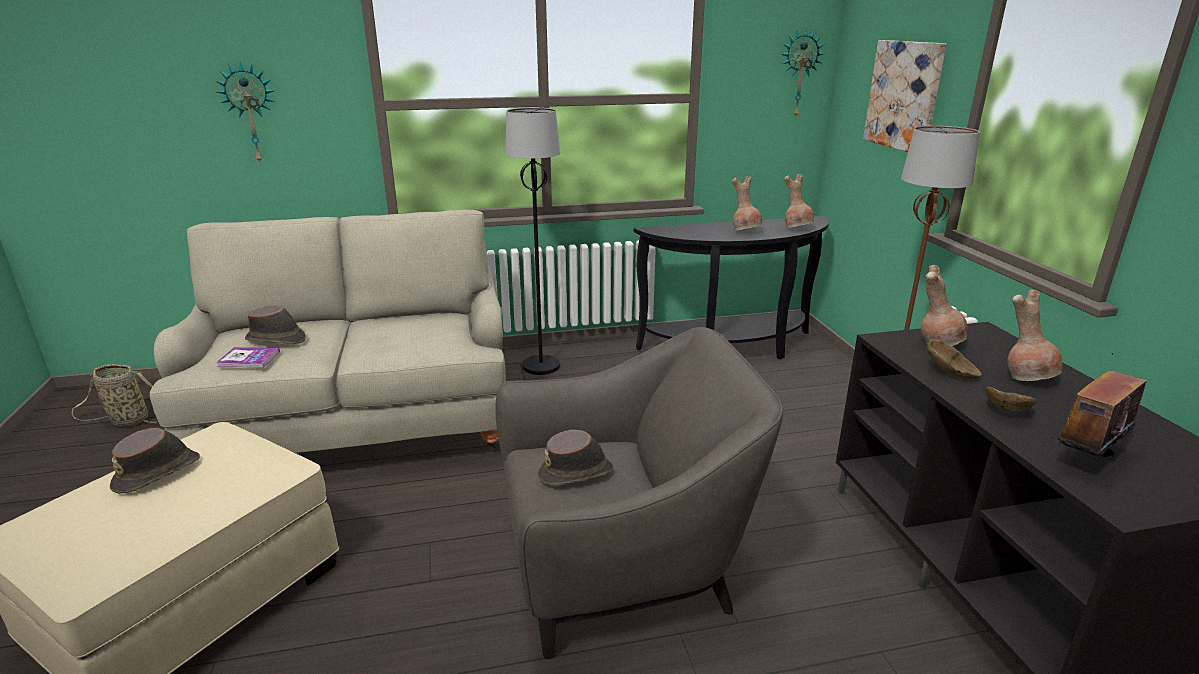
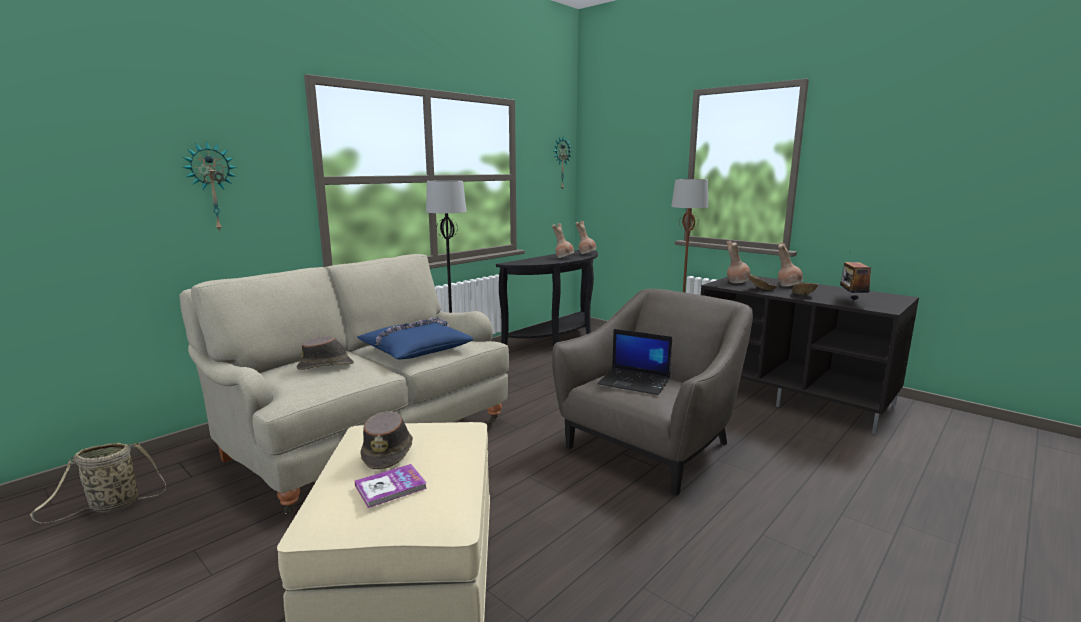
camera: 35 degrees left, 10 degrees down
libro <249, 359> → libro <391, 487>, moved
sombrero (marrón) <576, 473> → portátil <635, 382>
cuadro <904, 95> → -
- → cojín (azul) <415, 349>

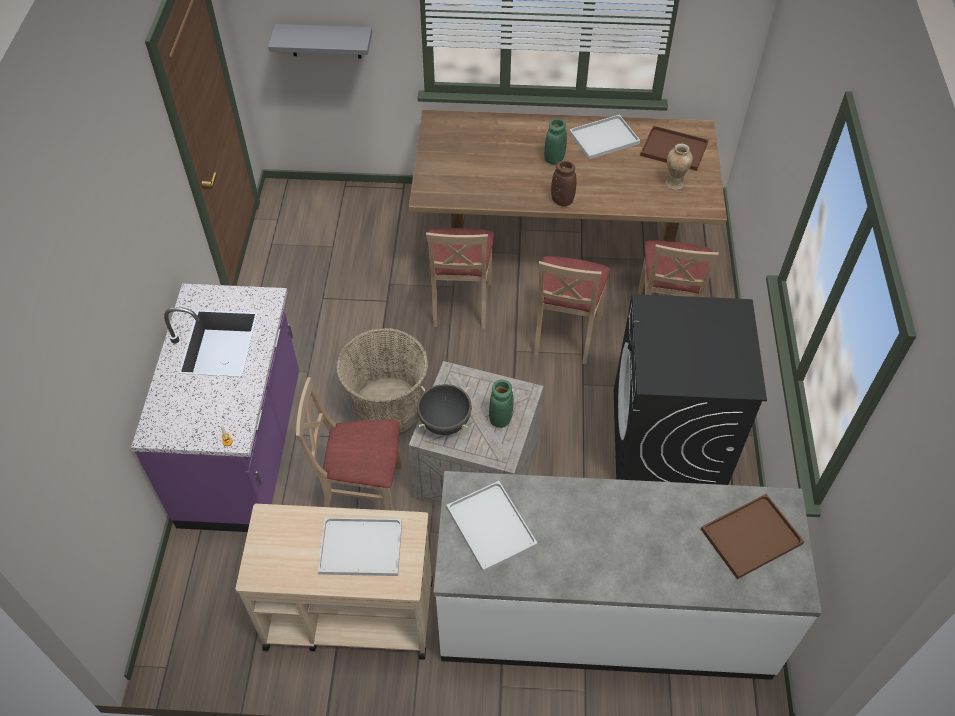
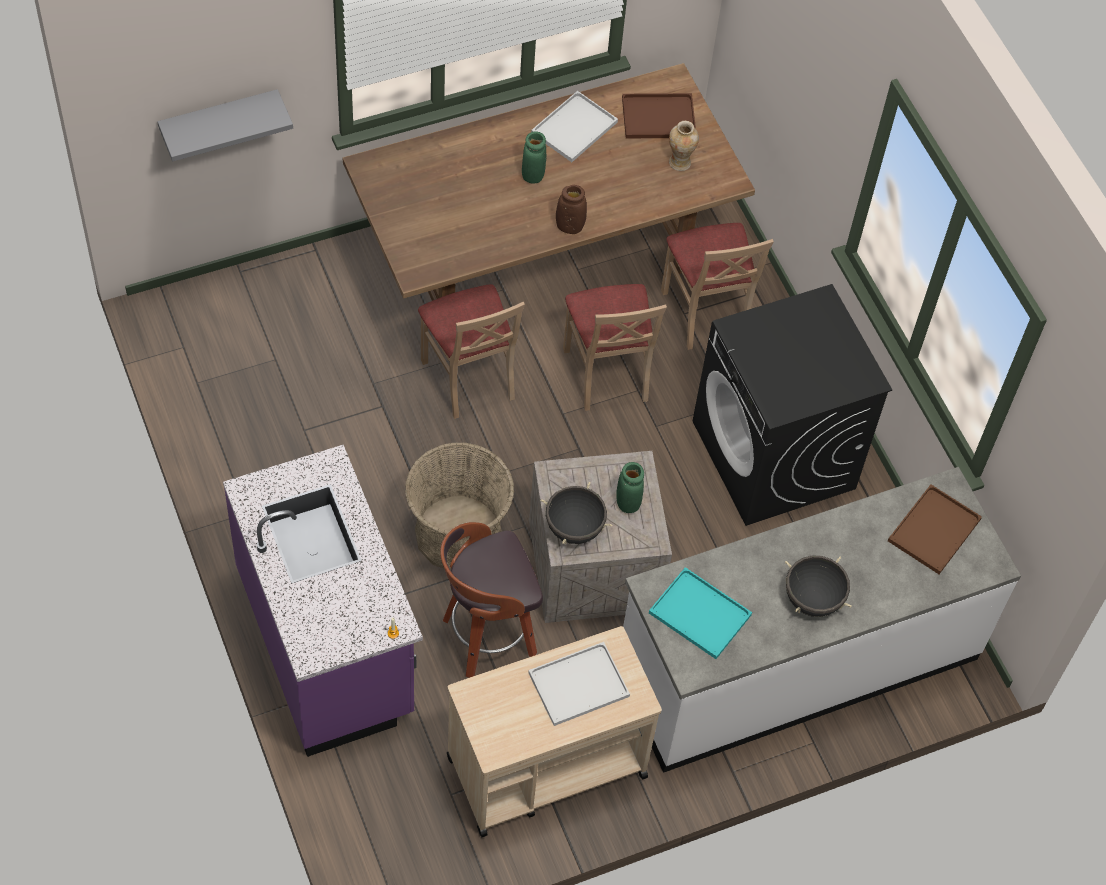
camera: 30 degrees left, 5 degrees up
silla (beis) <362, 493> → taburete <486, 638>
bandeja (blanco) <493, 527> → bandeja (turquesa) <702, 614>
- → olla (negro) <812, 599>

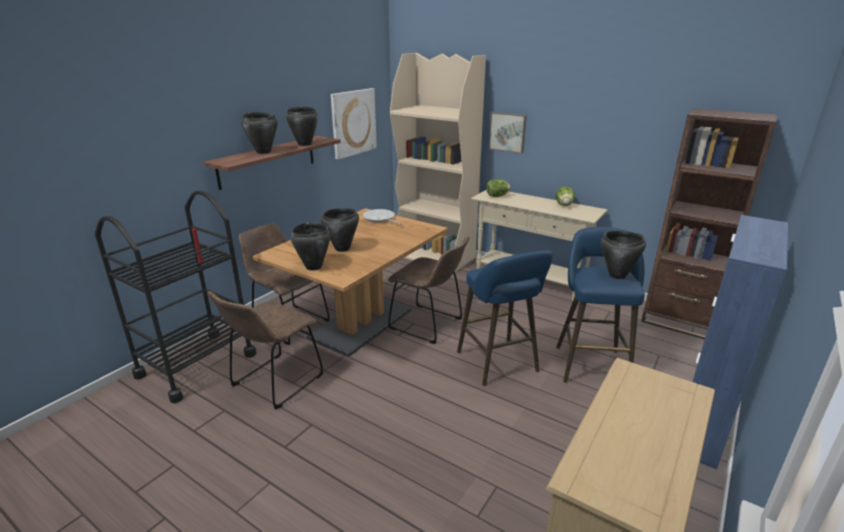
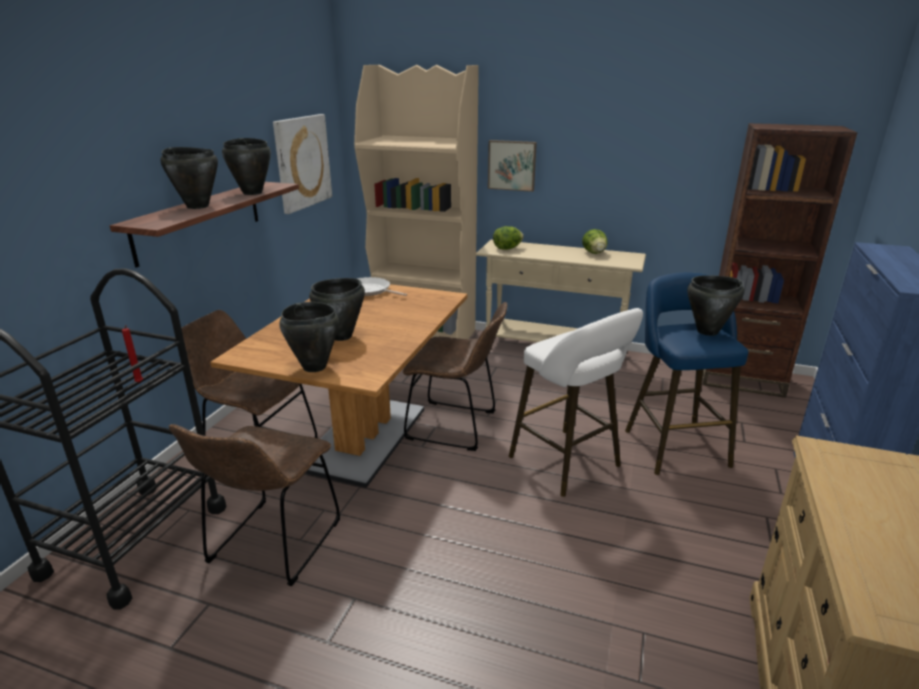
camera: 15 degrees left, 0 degrees up
taburete (azul) <499, 364> → taburete (blanco) <568, 464>

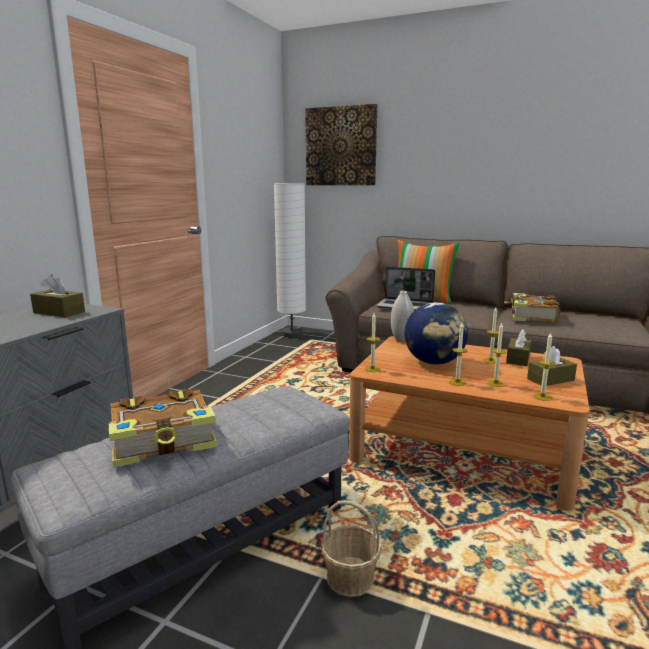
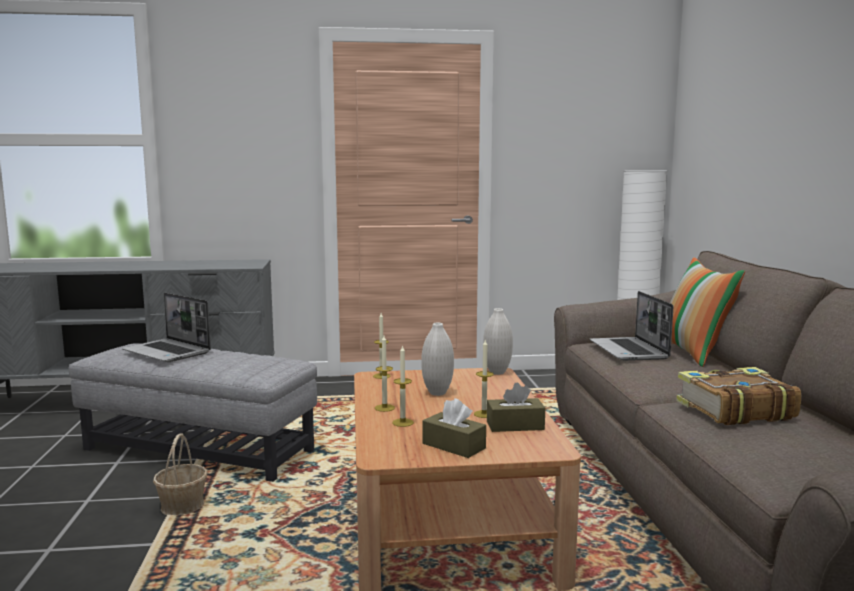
camera: 60 degrees right, 5 degrees down
caja de pañuelos (marrón) <59, 312> → -
libro <164, 440> → portátil <168, 352>
cuadro <341, 146> → -
globo terráqueo <434, 362> → florero (blanco) <437, 393>
vela <542, 397> → -

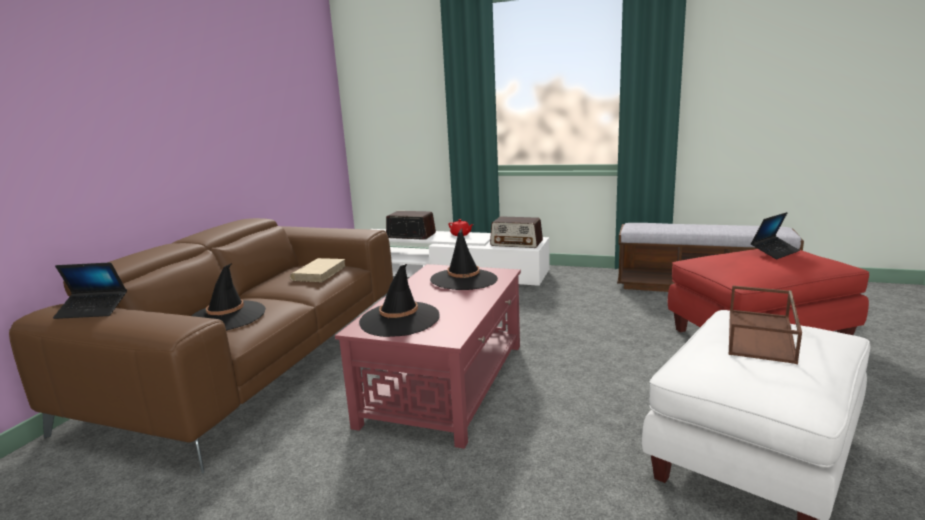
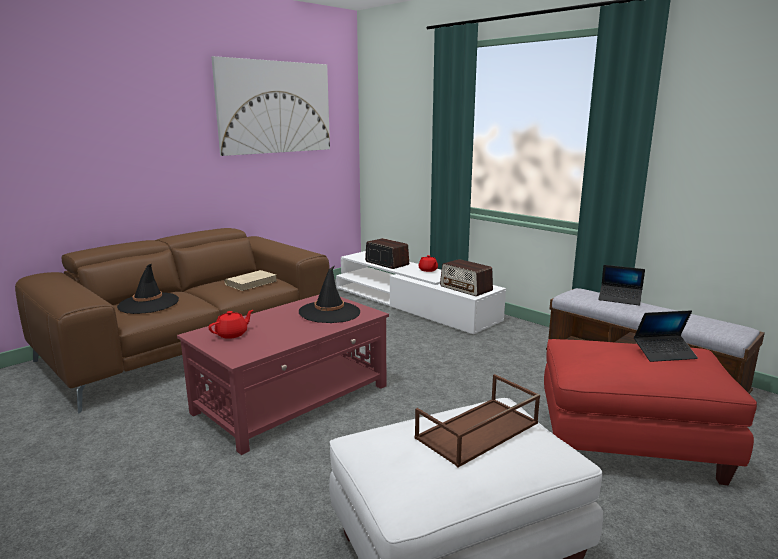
camera: 25 degrees right, 0 degrees up
portátil <93, 310> → portátil <620, 299>, moved
sombrero (negro) <399, 319> → tetera (rojo) <232, 334>
- → cuadro <275, 107>

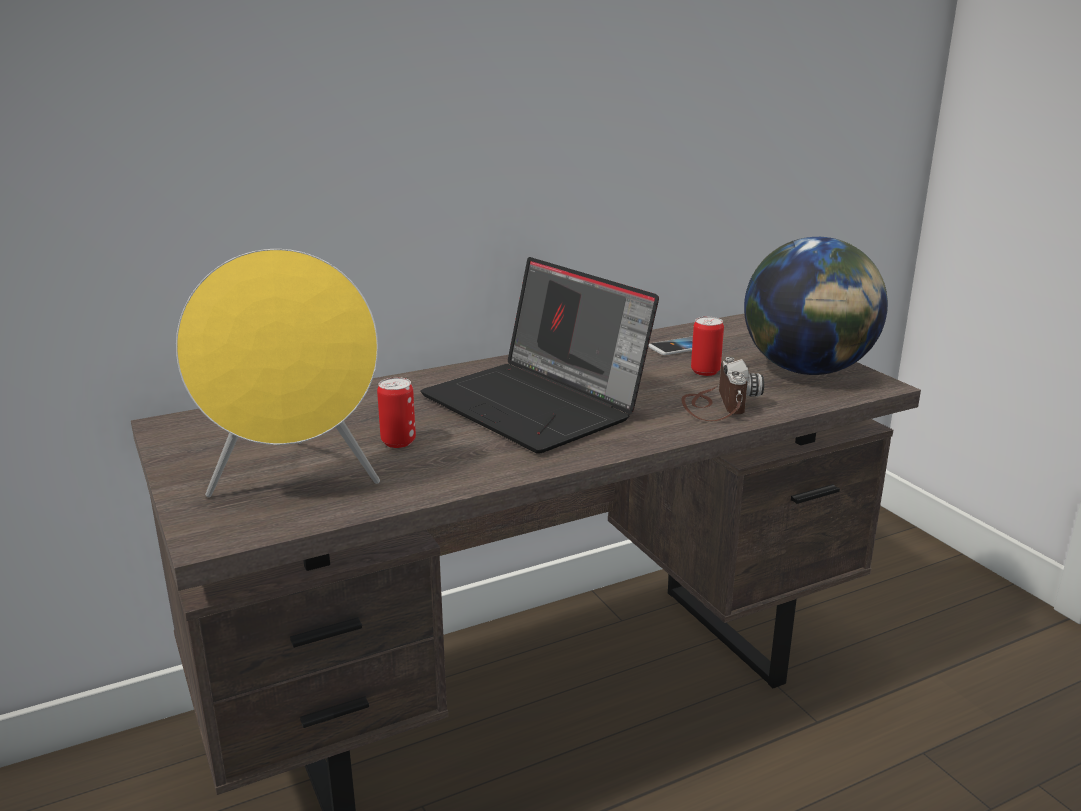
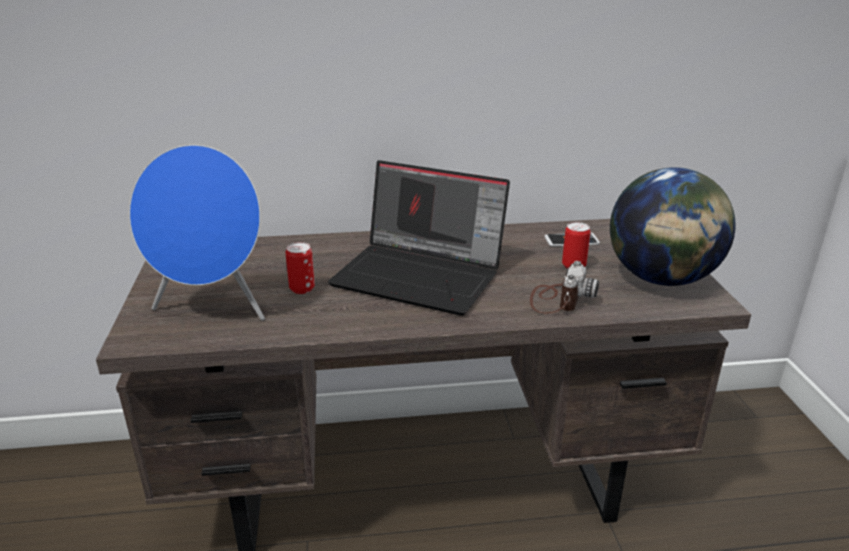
camera: 20 degrees right, 5 degrees up
altavoz (amarillo) <296, 481> → altavoz (azul) <214, 308>
portátil <538, 405> → portátil <421, 275>, 45 degrees counterclockwise

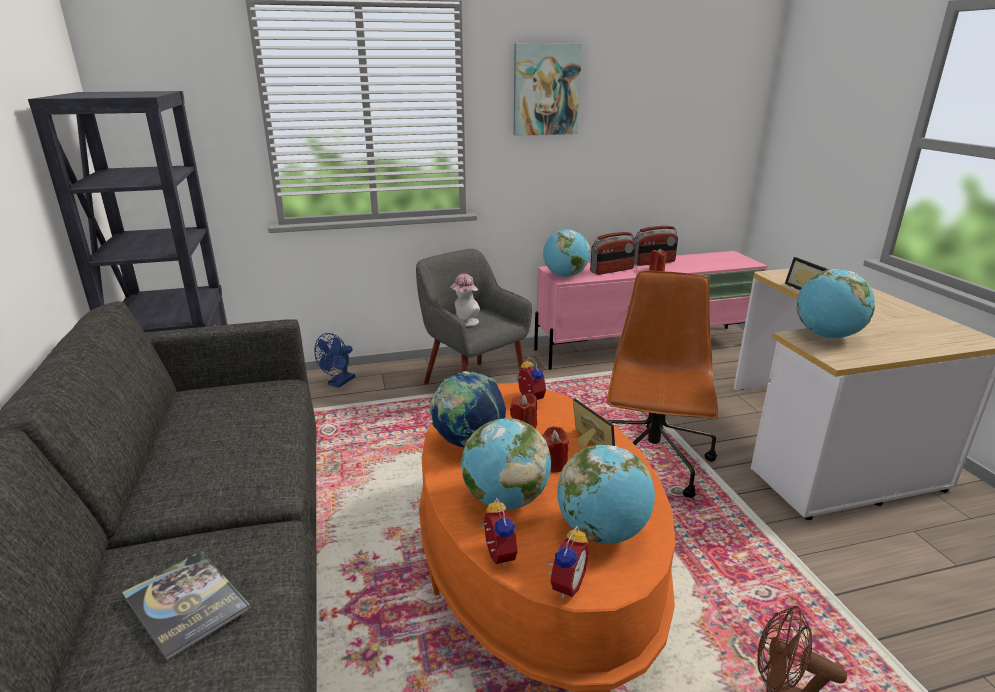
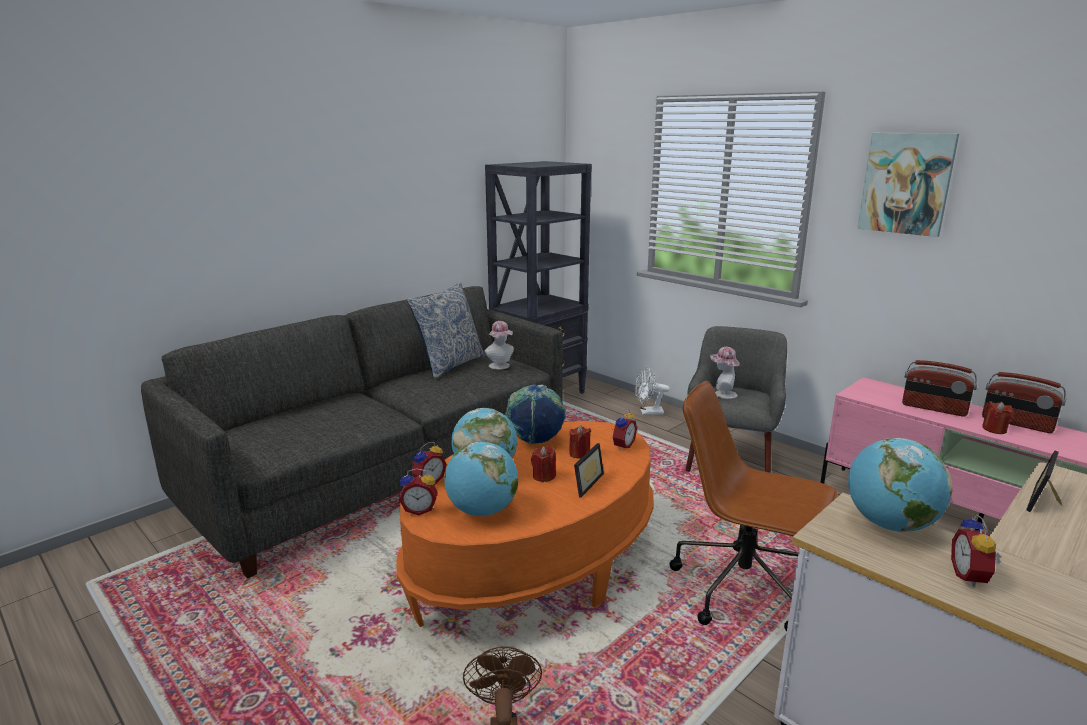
camera: 60 degrees right, 5 degrees down
libro <186, 603> → -
ventilador (azul) <339, 383> → ventilador (blanco) <648, 412>
globo terráqueo <565, 276> → -
silla de oficina (marrón) <651, 463> → silla de oficina (marrón) <744, 589>, 135 degrees counterclockwise
- → cojín <449, 365>
- → sombrero <500, 366>
- → despertador <971, 577>

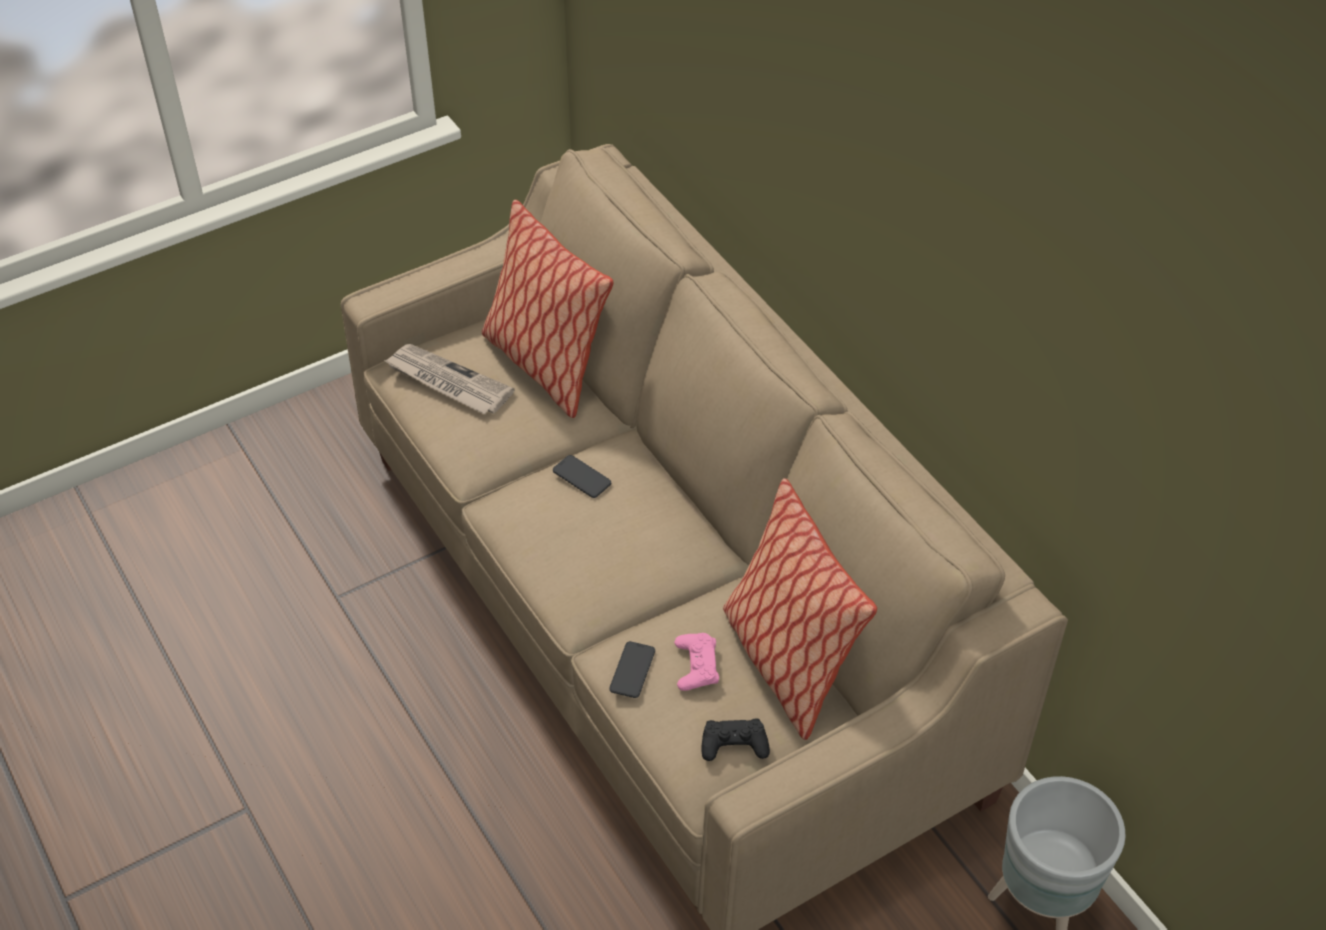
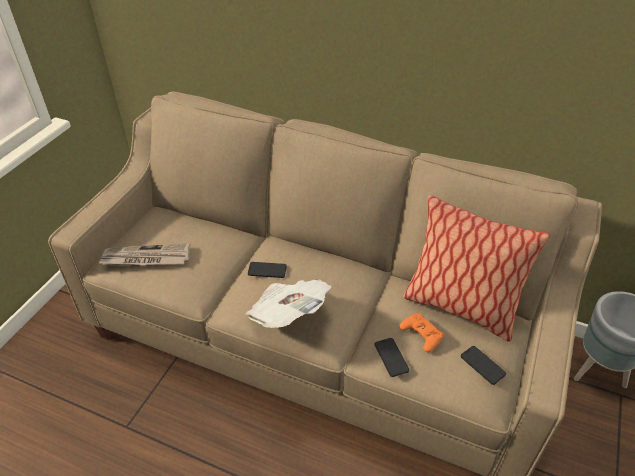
camera: 35 degrees left, 5 degrees down
cojín <545, 364> → -
mando de consola (rosa) <696, 665> → mando de consola (naranja) <421, 334>
mando de consola (negro) <734, 744> → móvil <482, 365>
- → periódico <287, 314>

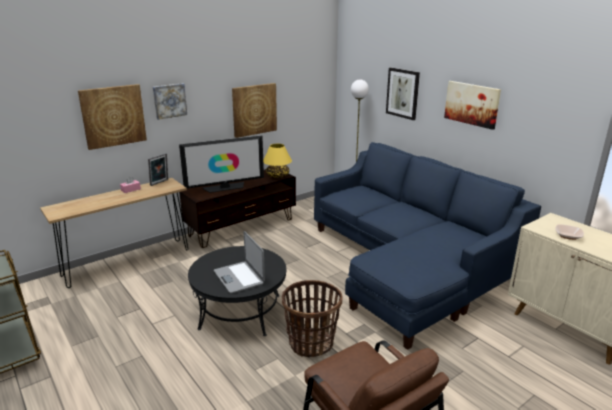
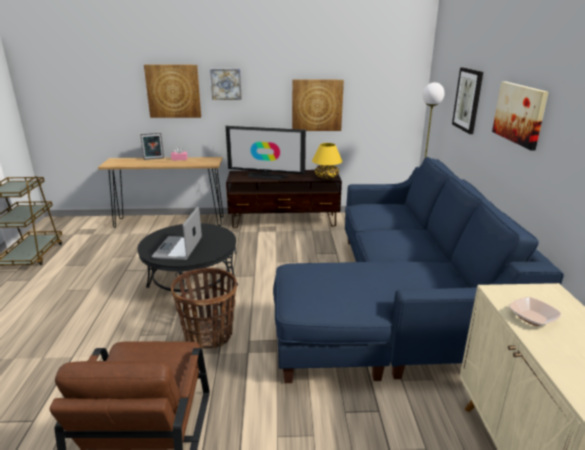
camera: 35 degrees right, 0 degrees up
portarretratos <160, 183> → portarretratos <154, 159>, moved

